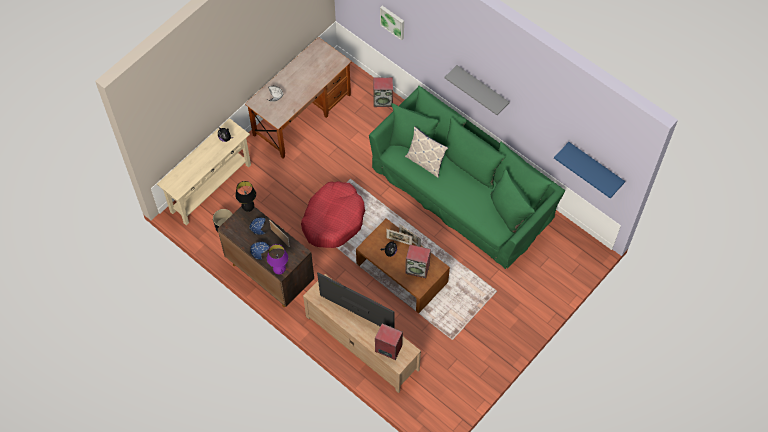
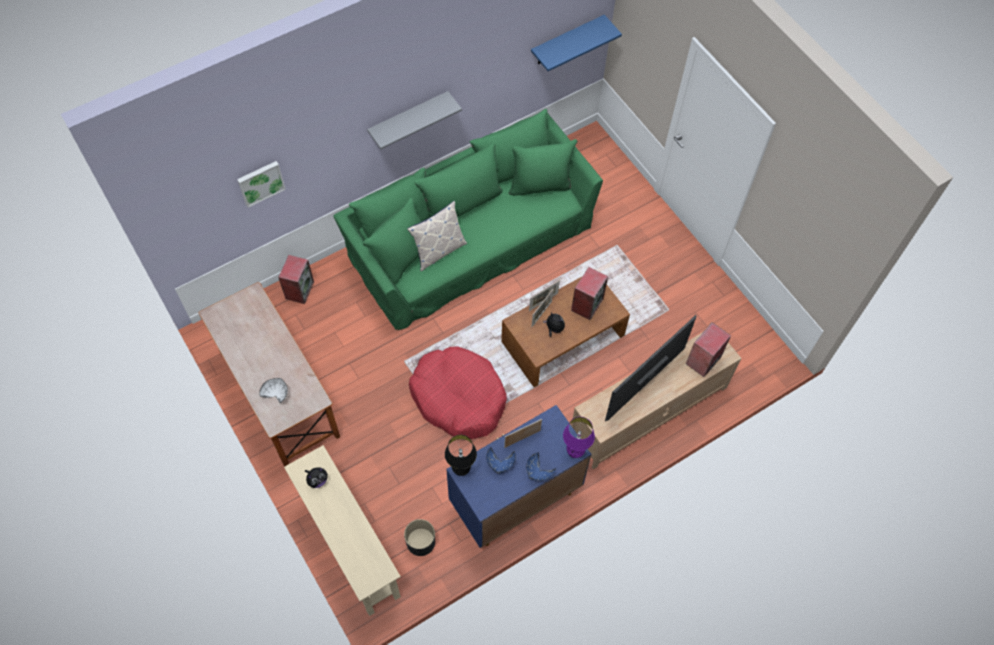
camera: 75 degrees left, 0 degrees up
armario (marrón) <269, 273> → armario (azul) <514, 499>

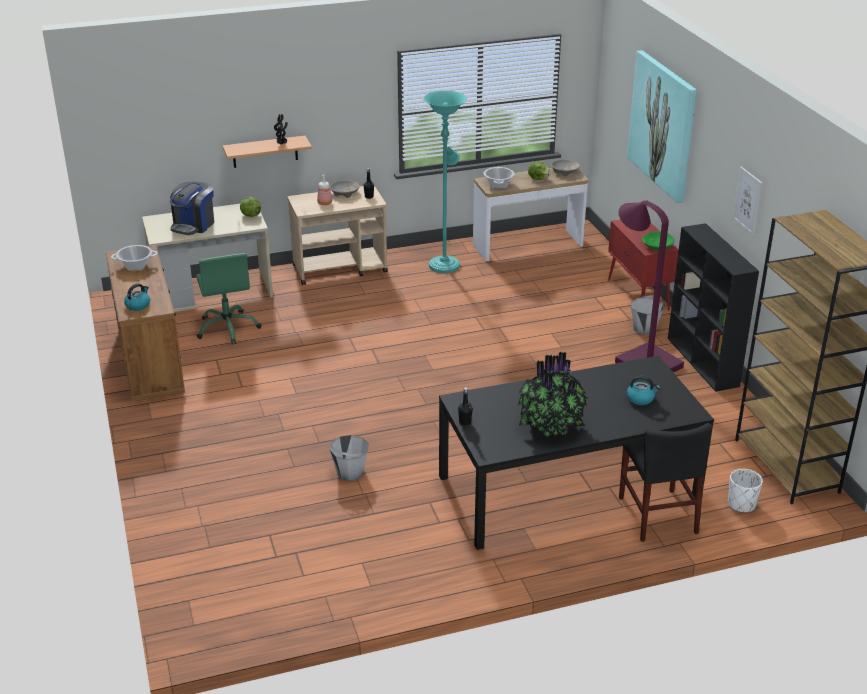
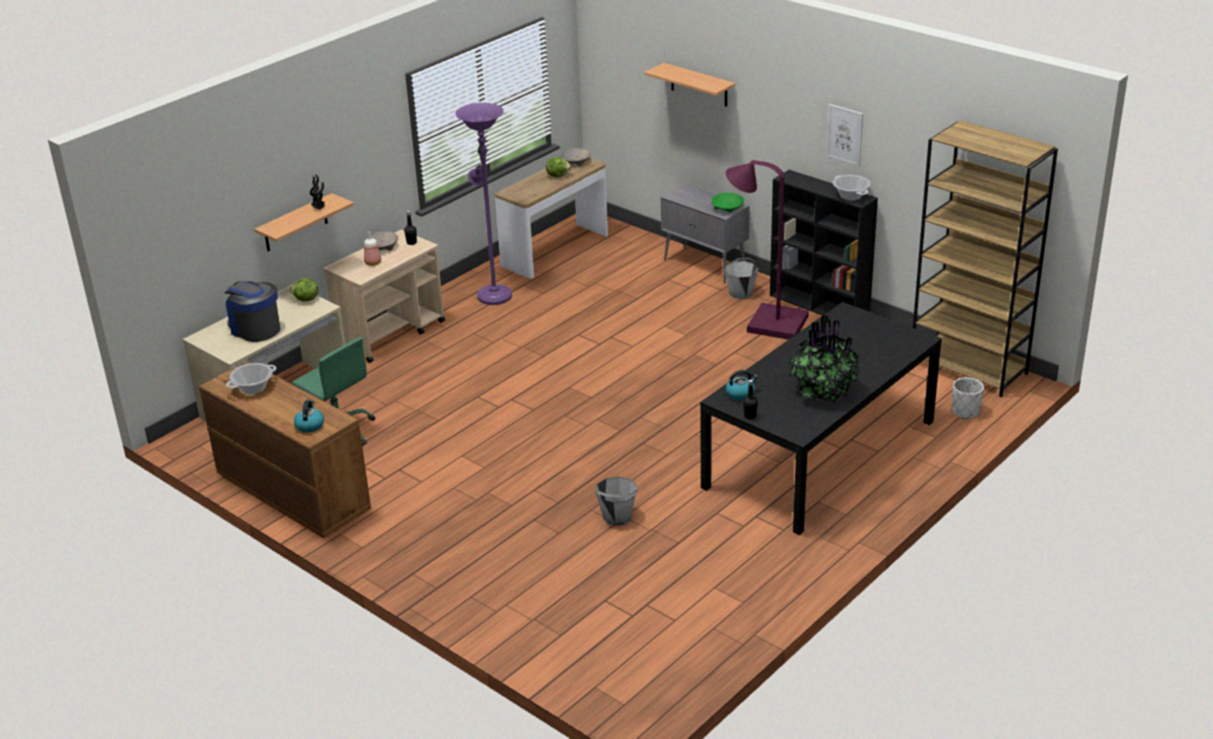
camera: 30 degrees left, 0 degrees up
cafetera <193, 225> → cafetera <255, 329>, 135 degrees clockwise
lámpara de pie (turquesa) <445, 263> → lámpara de pie (morado) <493, 294>
olla <498, 184> → olla <851, 196>, moved
armario (rojo) <638, 295> → armario (gris) <705, 265>
silla (negro) <657, 515> → -
cuadro <663, 125> → estante <699, 85>
hervidor <640, 399> → hervidor <740, 394>, moved

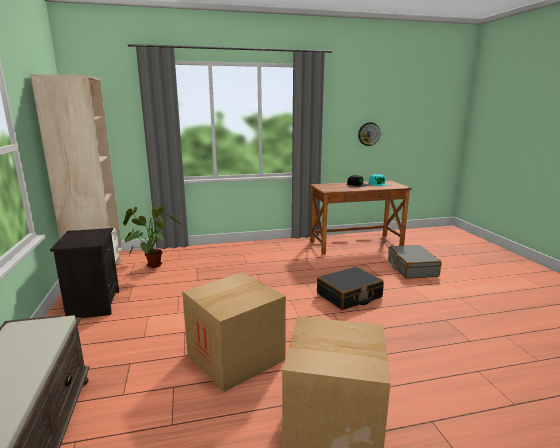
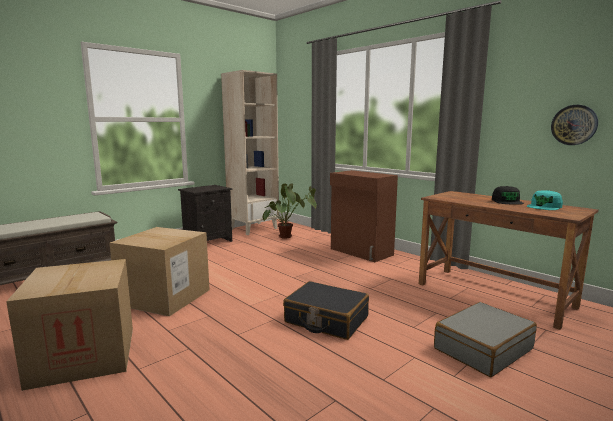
camera: 60 degrees right, 5 degrees down
- → armario (marrón) <361, 252>

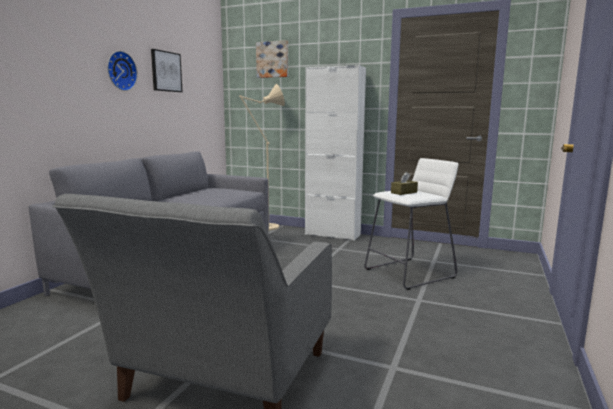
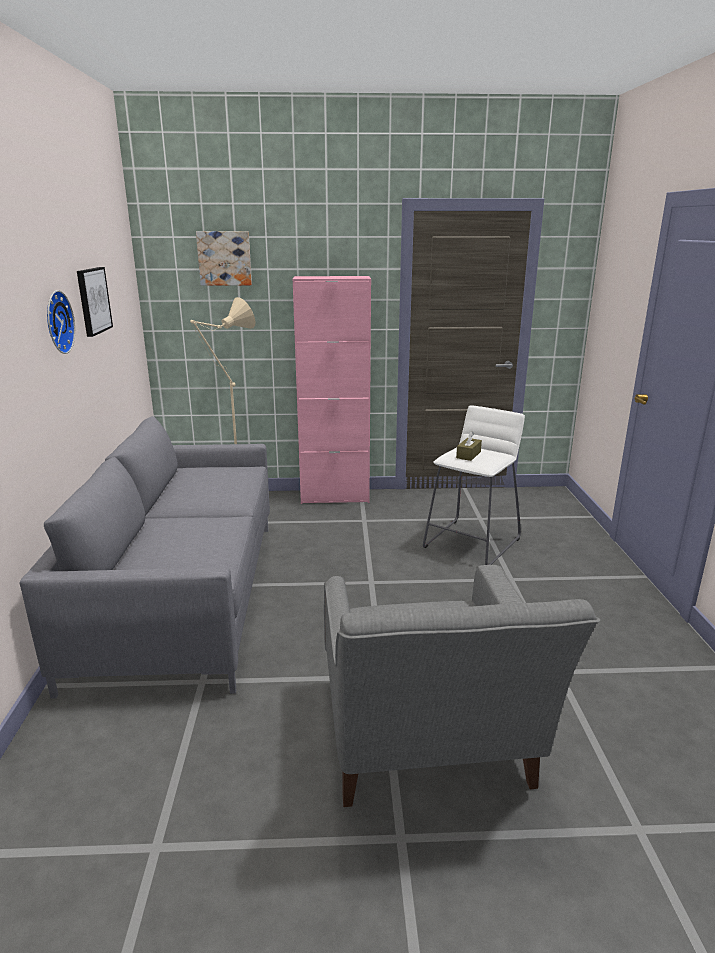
camera: 25 degrees left, 10 degrees up
armario (blanco) <332, 234> → armario (rosa) <335, 497>

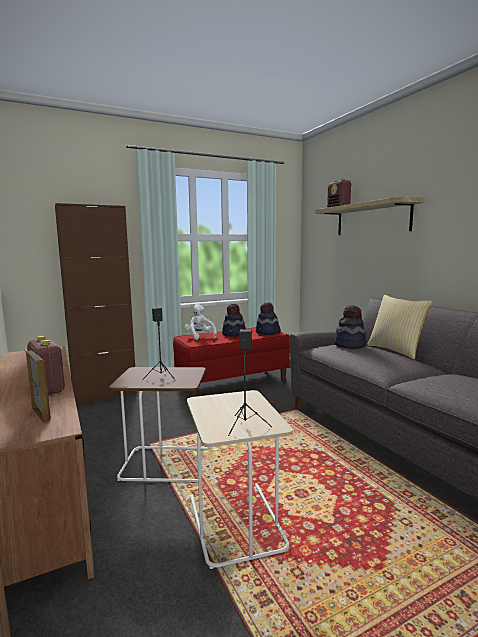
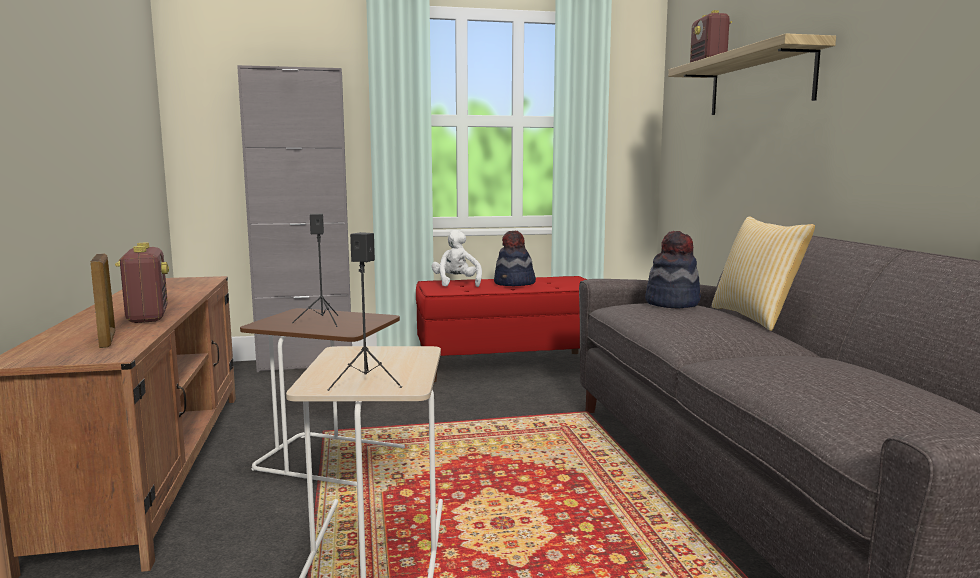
camera: 15 degrees right, 0 degrees up
armario (marrón) <104, 394> → armario (gris) <306, 363>
sombrero <267, 333> → -

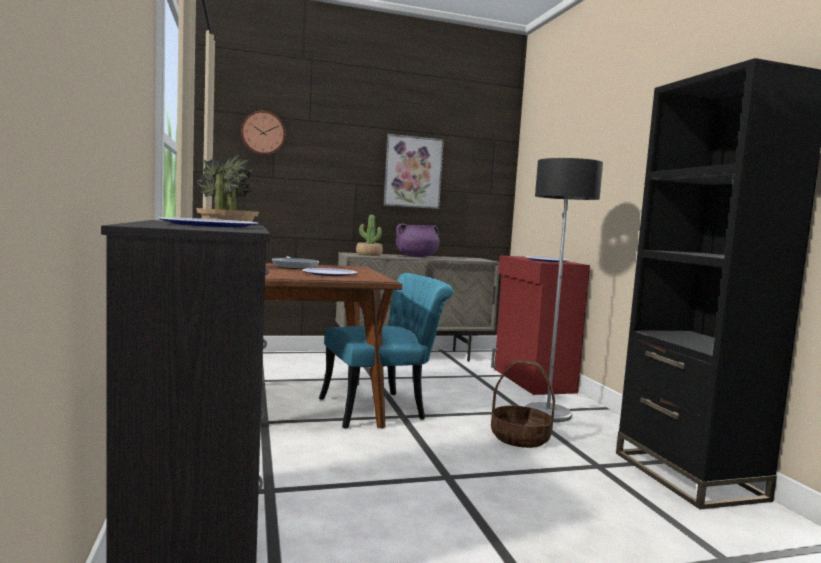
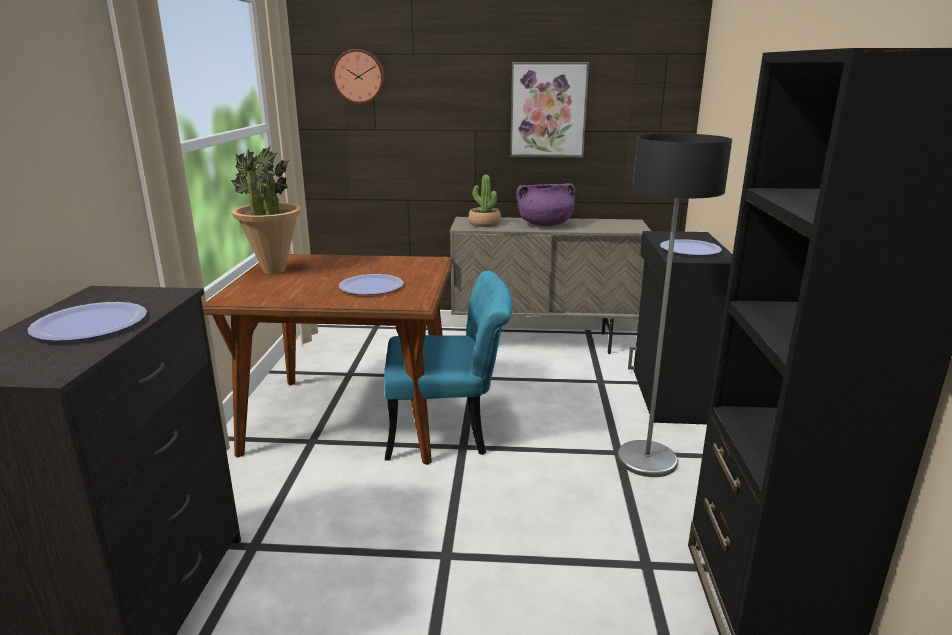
camera: 20 degrees right, 15 degrees up
sartén <294, 267> → -
armario (rojo) <532, 380> → armario (negro) <670, 395>
cesta <520, 437> → -

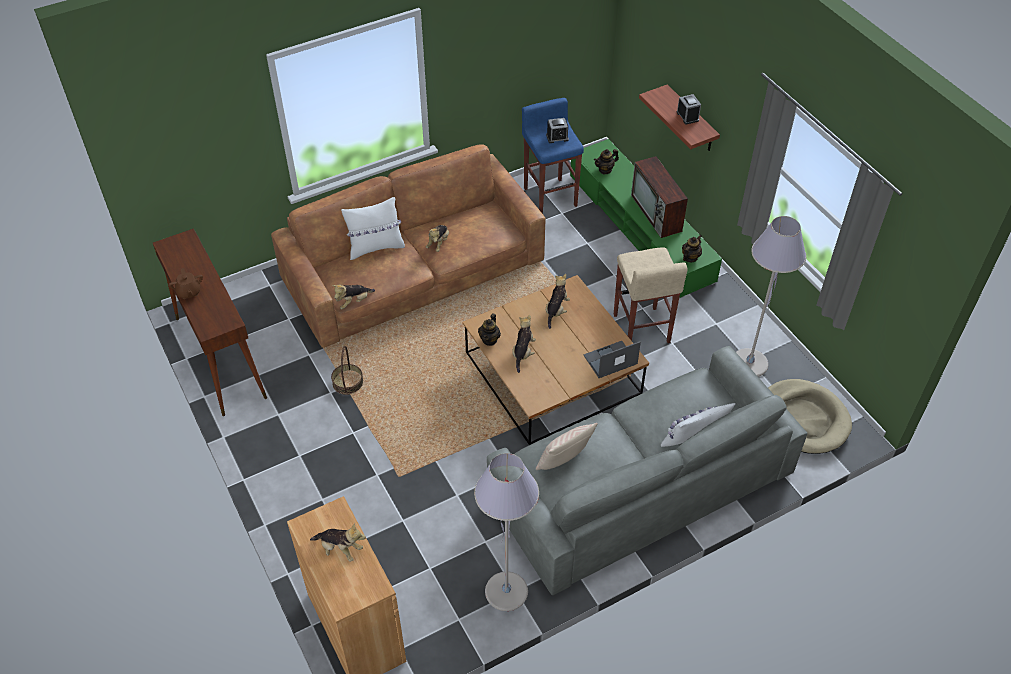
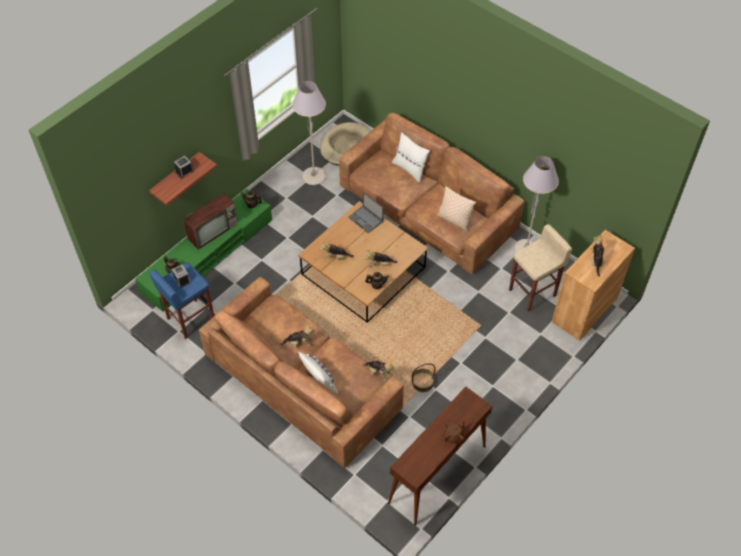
camera: 110 degrees left, 5 degrees up
sofá (gris) <640, 484> → sofá (marrón) <427, 208>
taburete (beis) <641, 329> → taburete (beis) <533, 293>, moved

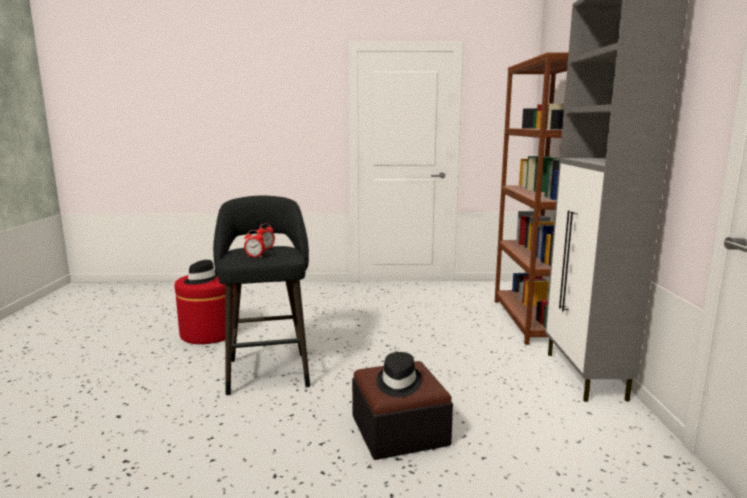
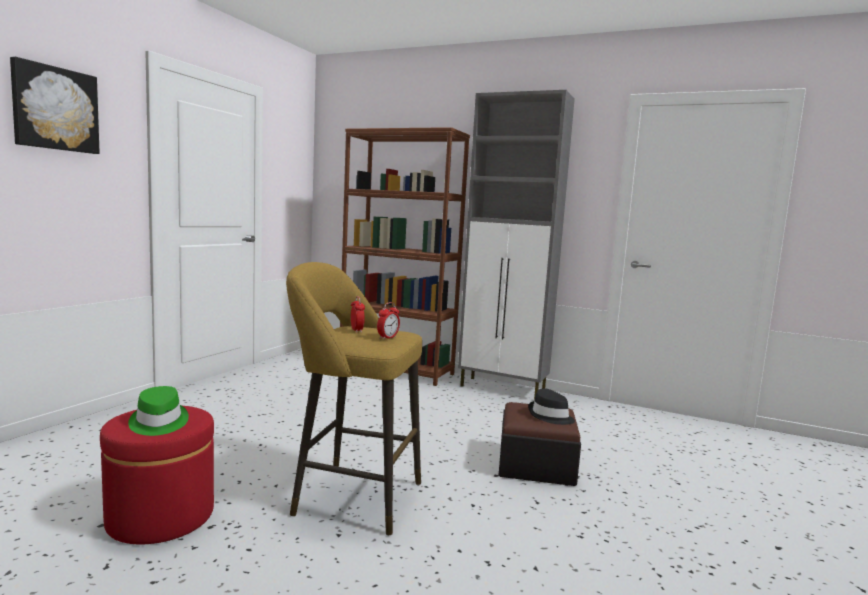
camera: 65 degrees left, 5 degrees down
sombrero (negro) <201, 279> → sombrero (verde) <158, 423>
taburete (negro) <268, 370> → taburete (amarillo) <351, 496>
- → cuadro <55, 109>

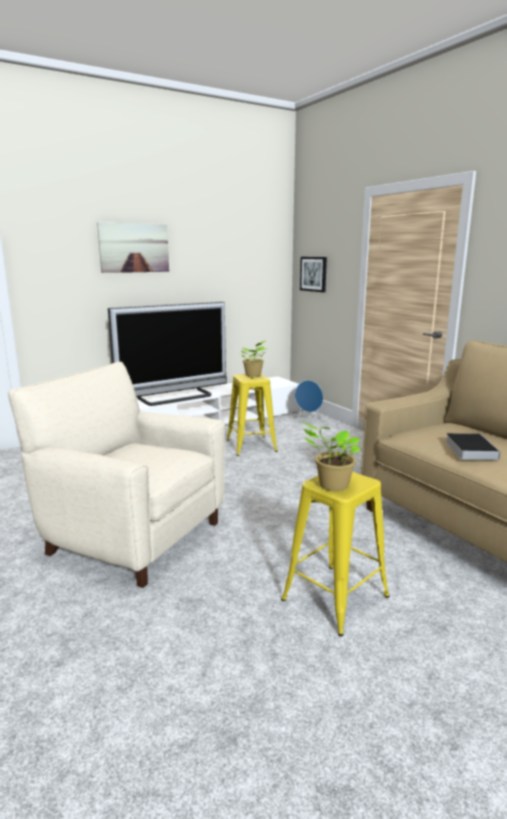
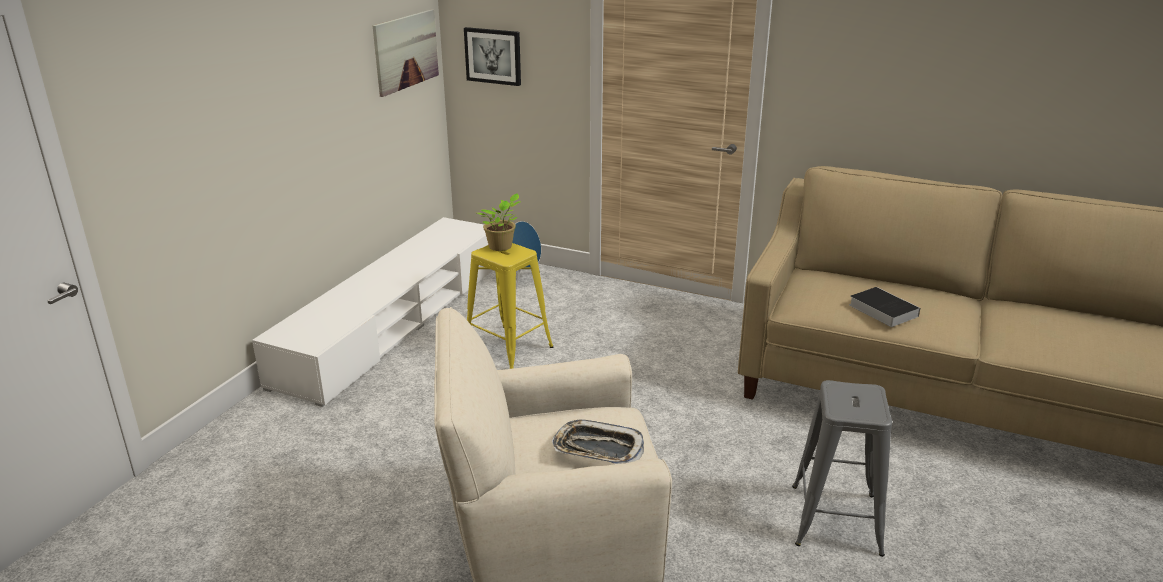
camera: 35 degrees left, 10 degrees up
cuadro <134, 248> → cuadro <406, 51>, moved
televisor <176, 397> → -
taburete (amarillo) <335, 598> → taburete (gris) <836, 519>
planta en maceta <331, 485> → -
- → bandeja <598, 448>

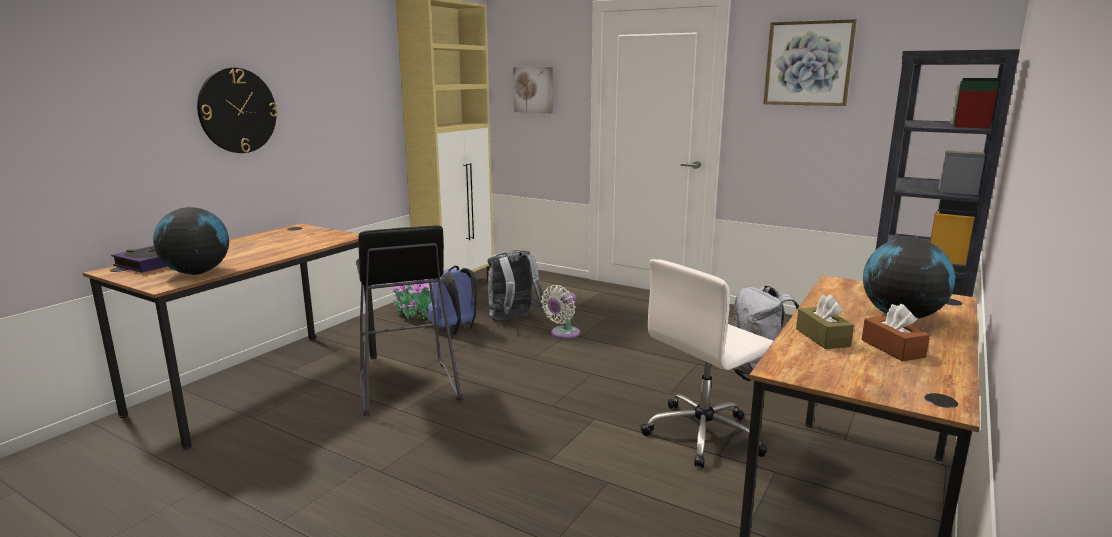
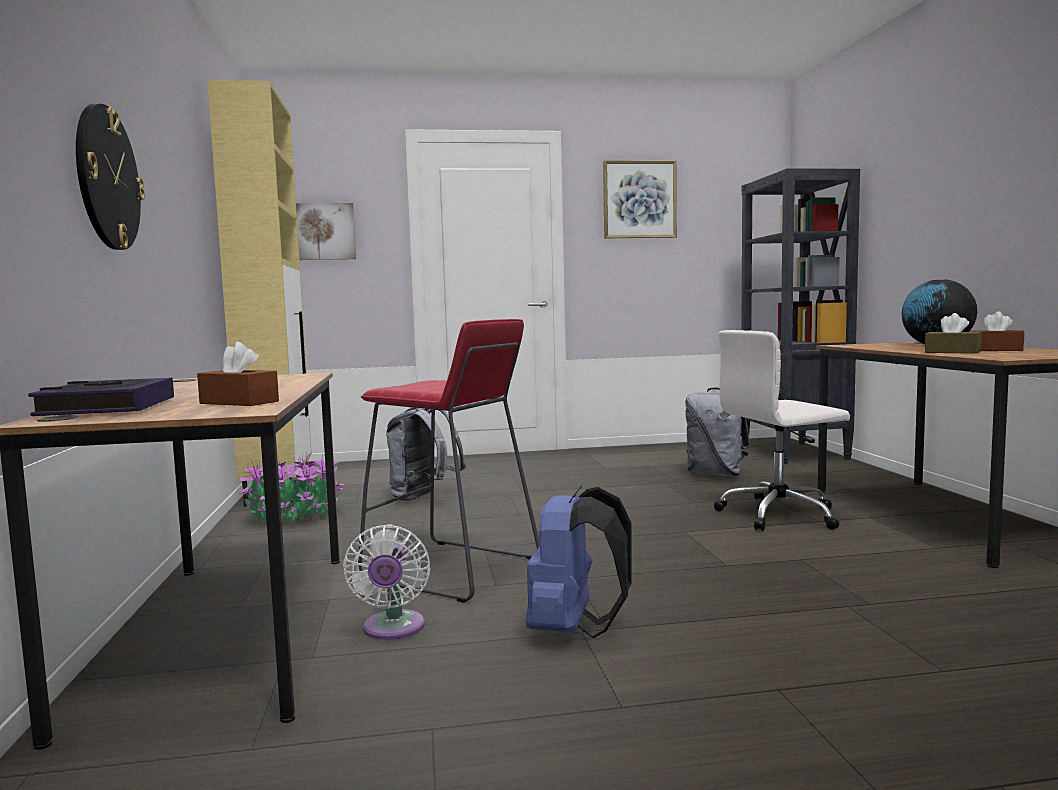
camera: 40 degrees left, 10 degrees down
globo terráqueo <197, 272> → caja de pañuelos (marrón) <239, 402>
taburete (negro) <407, 388> → taburete (rojo) <452, 570>
mochila (azul) <455, 329> → mochila (azul) <574, 629>, moved
ventilador (blanco) <563, 334> → ventilador (blanco) <393, 629>, moved
silla de oficina (blanco) <704, 434> → silla de oficina (blanco) <780, 514>, 60 degrees clockwise

